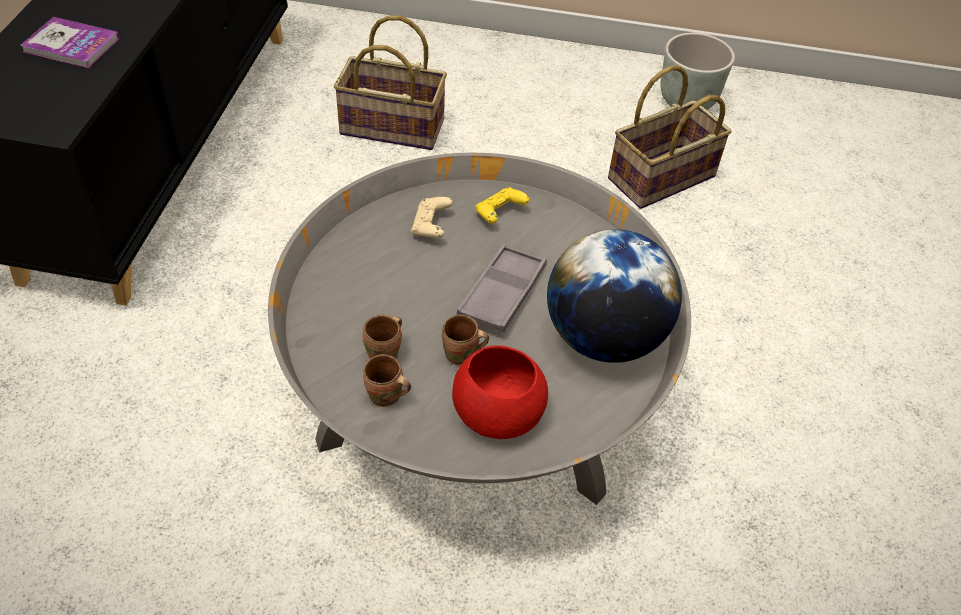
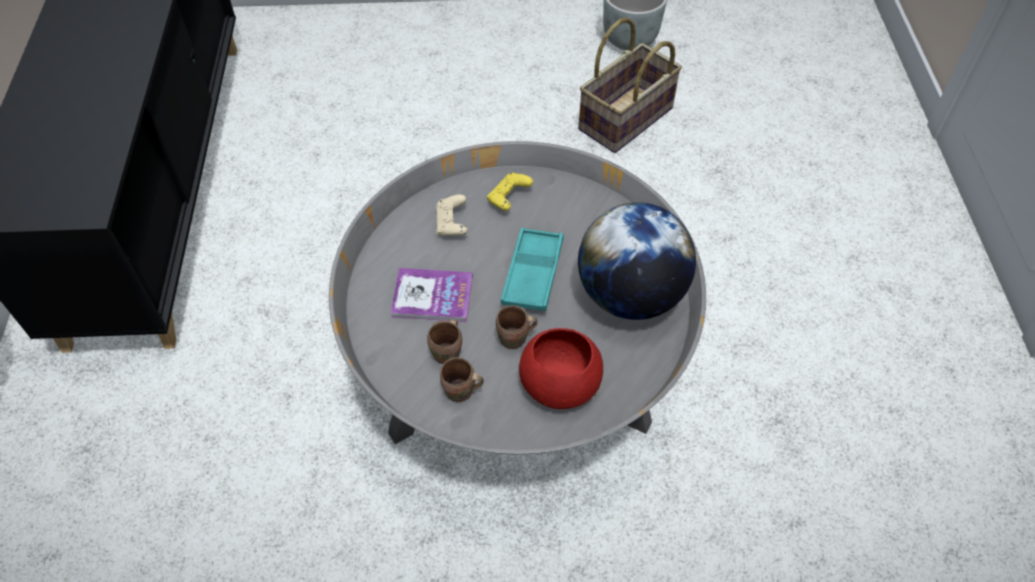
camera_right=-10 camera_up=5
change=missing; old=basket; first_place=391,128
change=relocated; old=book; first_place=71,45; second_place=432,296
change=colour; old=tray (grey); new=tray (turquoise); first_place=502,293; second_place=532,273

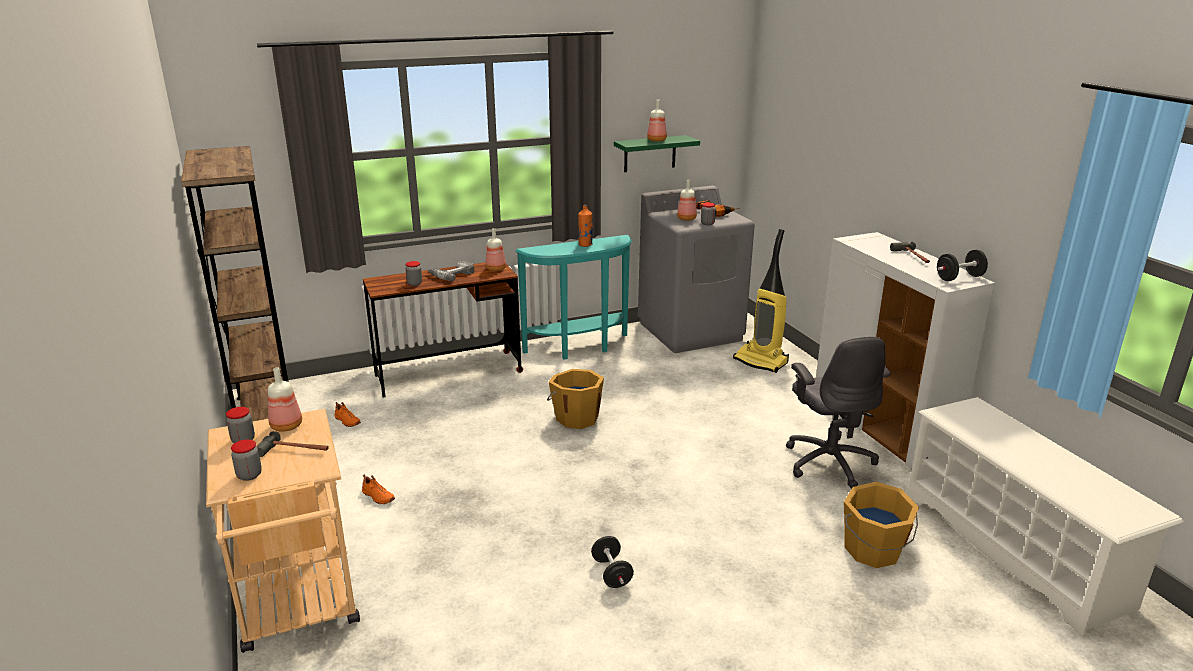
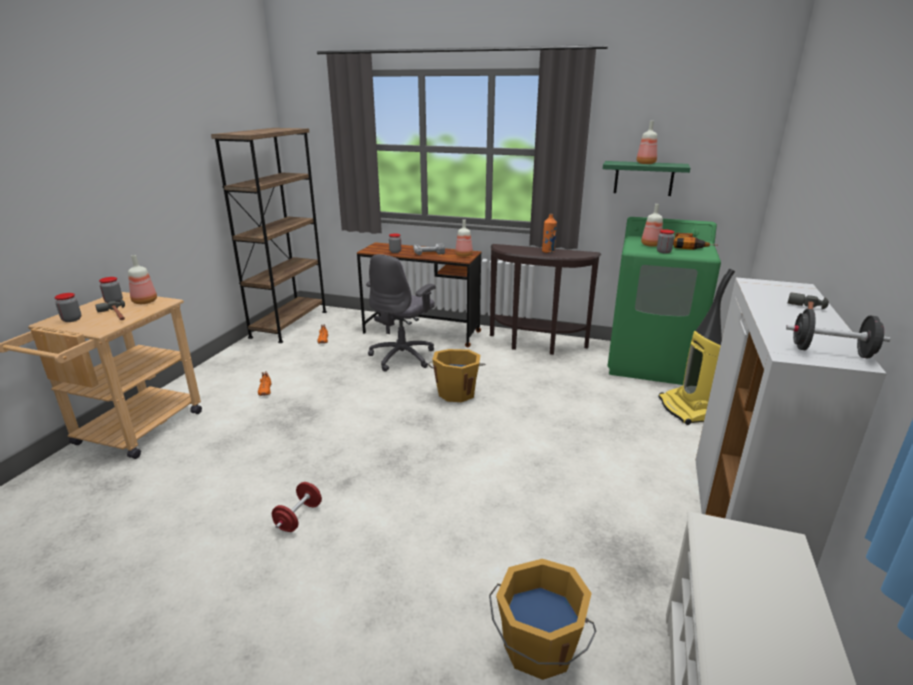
camera_right=40 camera_up=0
change=colour; old=washing machine (grey); new=washing machine (green); first_place=691,331; second_place=651,362
change=colour; old=console table (turquoise); new=console table (brown); first_place=580,348; second_place=536,346
change=relocated; old=office chair (grey); first_place=829,462; second_place=403,357
change=colour; old=dumbbell (black); new=dumbbell (red); first_place=612,573; second_place=298,517

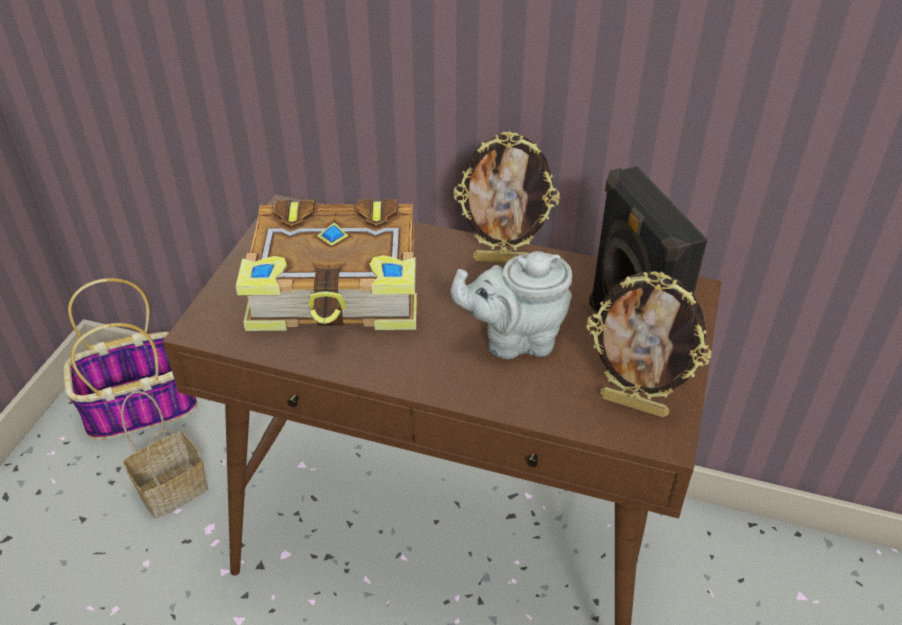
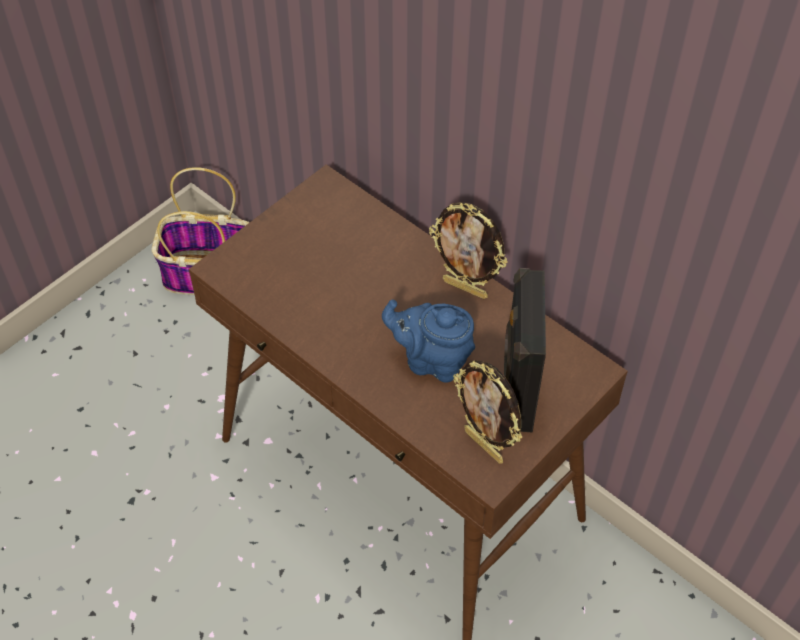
camera_right=25 camera_up=10
change=missing; old=book; first_place=339,289
change=colour; old=teapot (grey); new=teapot (blue); first_place=514,339; second_place=432,360
change=missing; old=basket; first_place=174,487

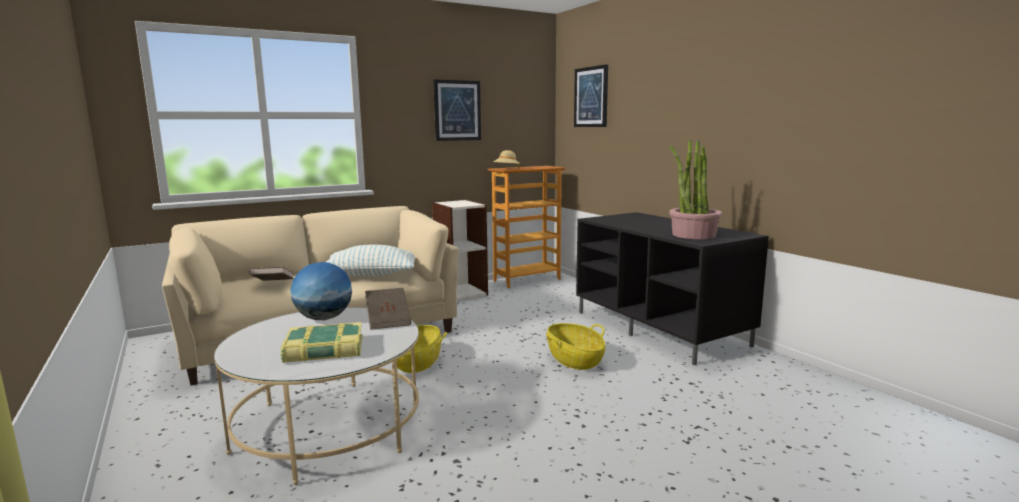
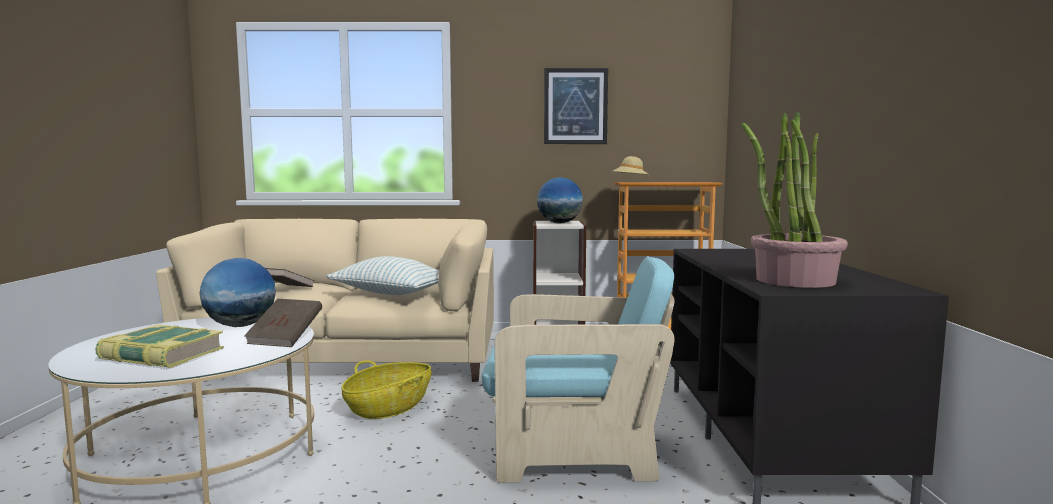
camera_right=30 camera_up=-5
change=missing; old=picture; first_place=591,97
change=exchanged; old=basket; new=armchair (turquoise); first_place=574,360; second_place=574,452
change=appeared; new=globe; second_place=559,223

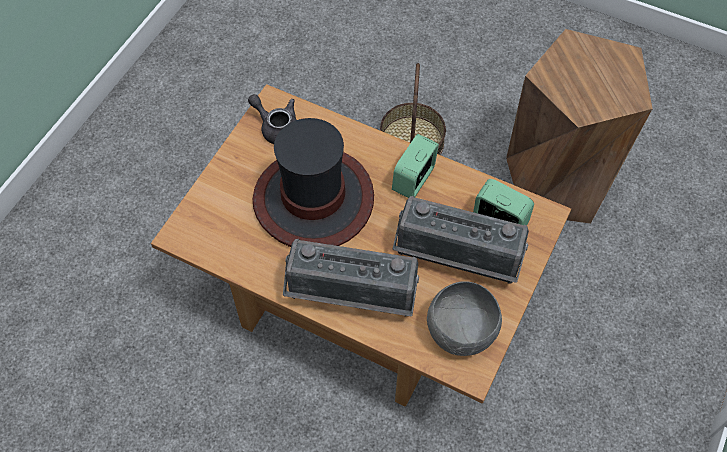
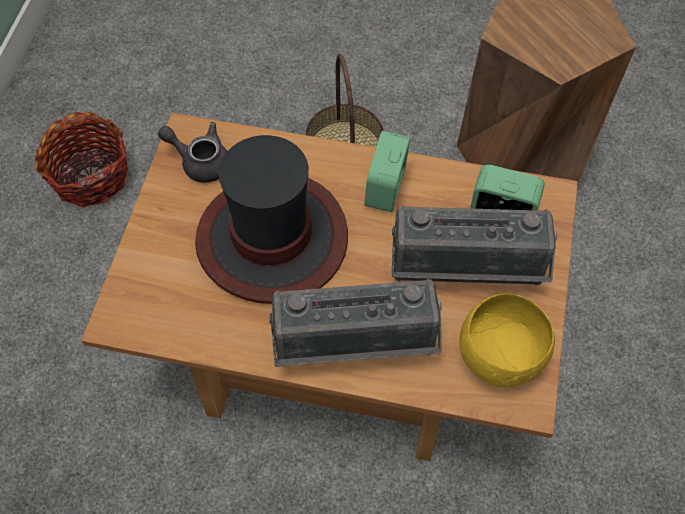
camera_right=-15 camera_up=0
change=colour; old=bowl (grey); new=bowl (yellow); first_place=462,333; second_place=502,358
change=appeared; new=basket; second_place=91,177

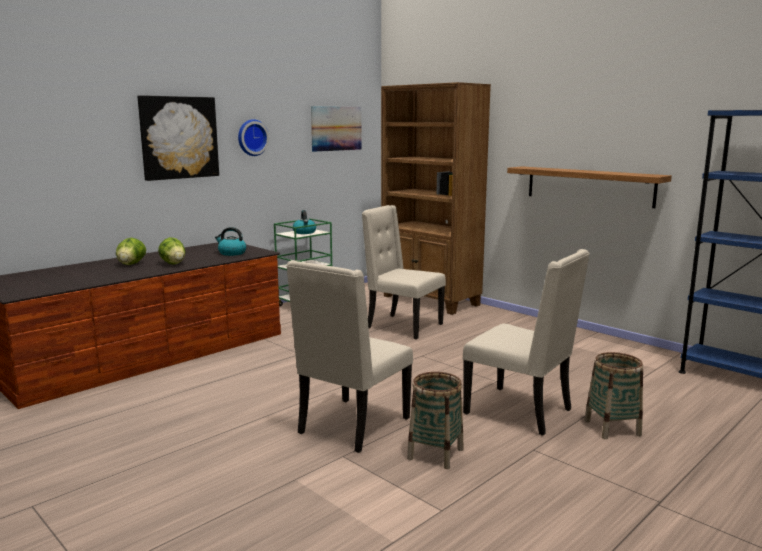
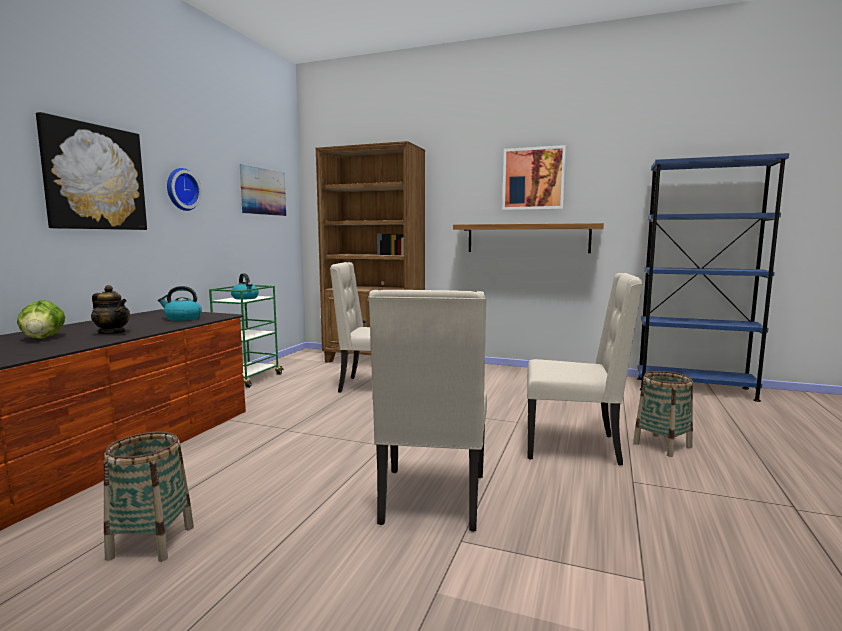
camera_right=-25 camera_up=-5
change=exchanged; old=lettuce; new=teapot; first_place=173,264; second_place=112,333
change=relocated; old=basket; first_place=435,454; second_place=151,542
change=appeared; new=picture; second_place=533,178

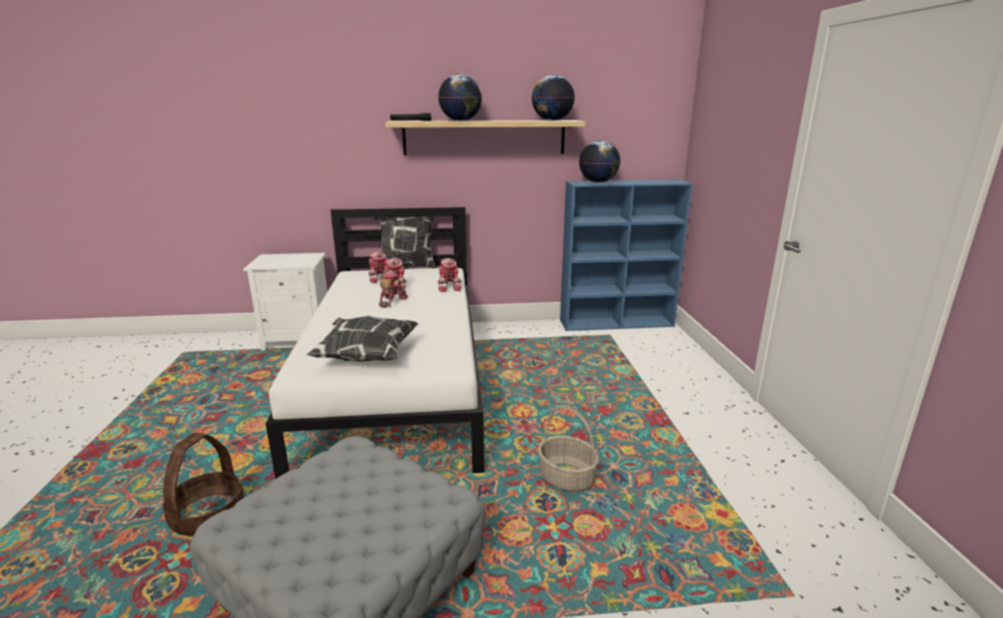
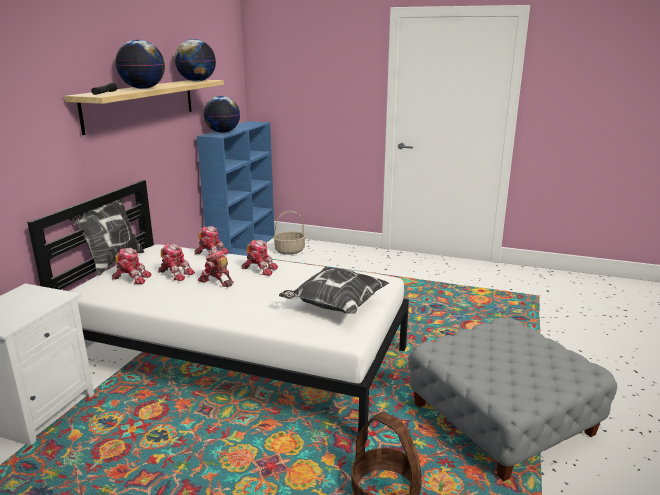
camera_right=-65 camera_up=0
change=relocated; old=basket; first_place=567,478; second_place=290,250
change=appeared; new=toy robot; second_place=259,269

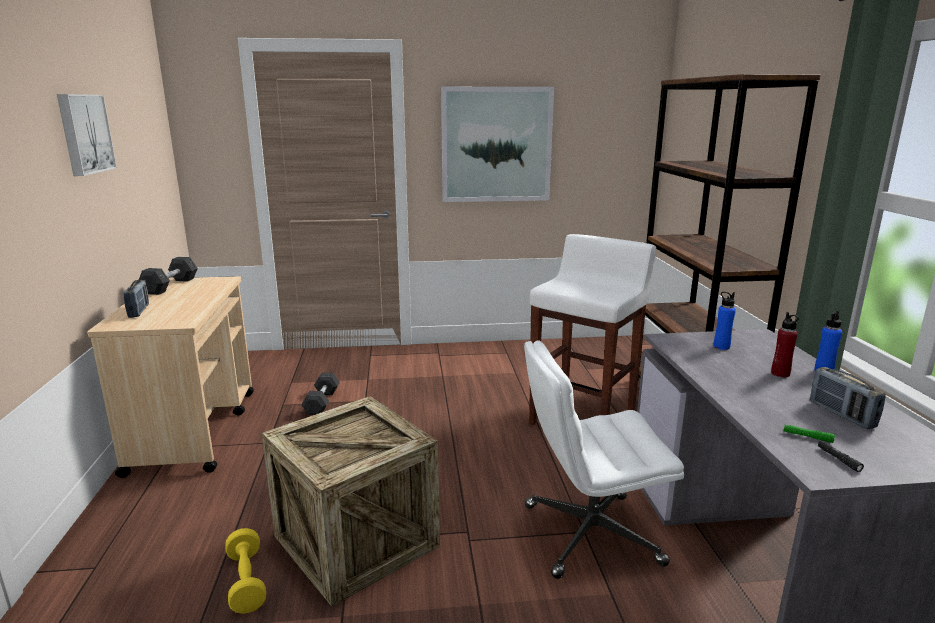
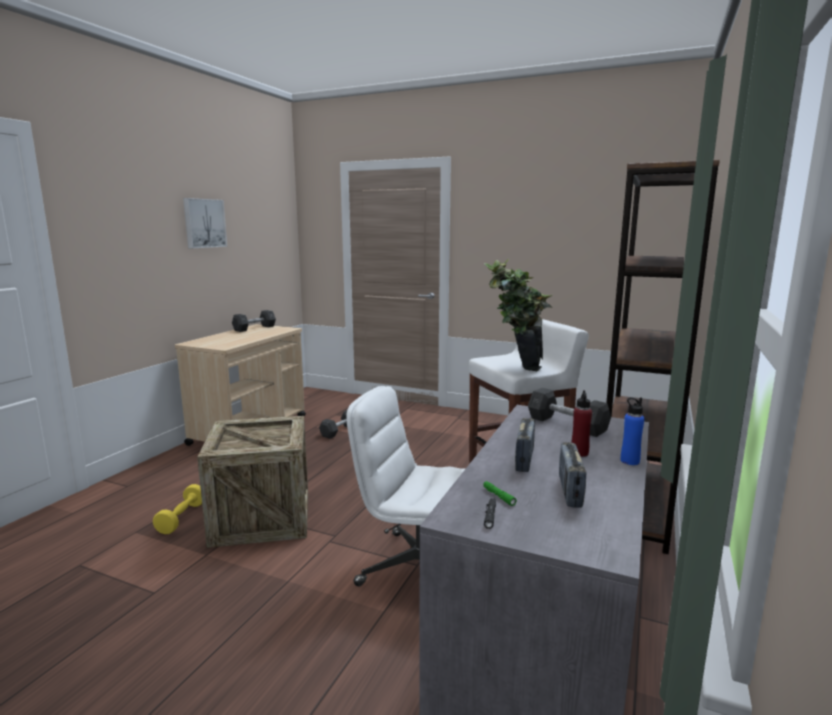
camera_right=30 camera_up=-5
change=missing; old=picture; first_place=496,145
change=relocated; old=radio; first_place=139,311; second_place=524,460
change=exchanged; old=bottle (blue); new=dumbbell (grey); first_place=721,346; second_place=567,425
change=appeared; new=potted plant; second_place=514,367

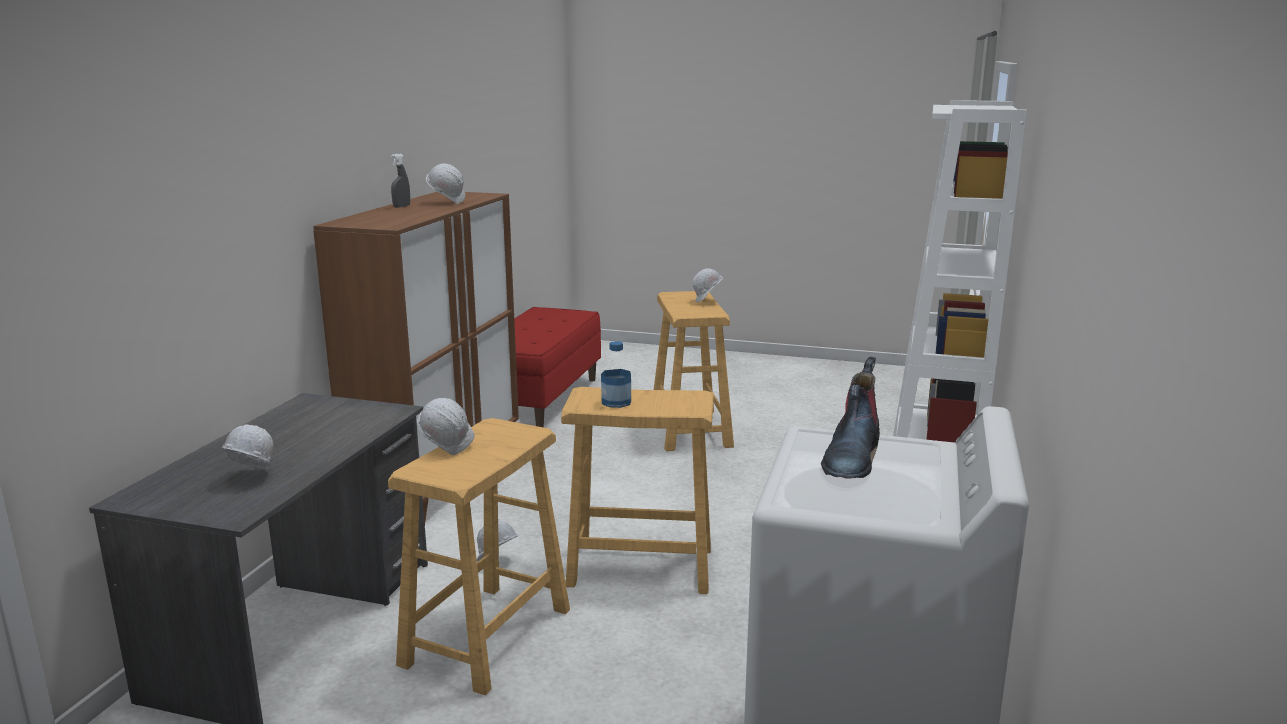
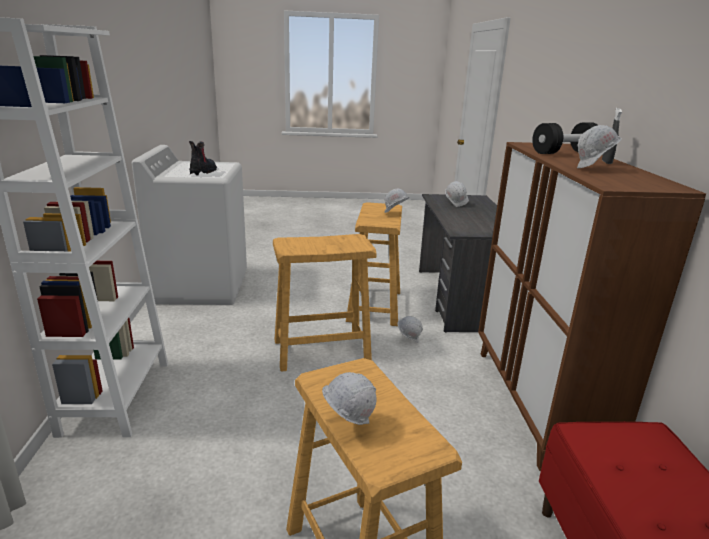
camera_right=160 camera_up=5
change=missing; old=bottle; first_place=616,402
change=appeared; new=dumbbell (black); second_place=564,153

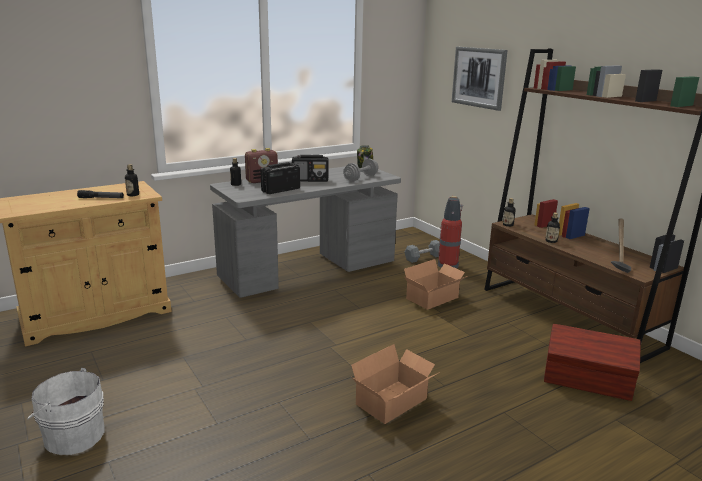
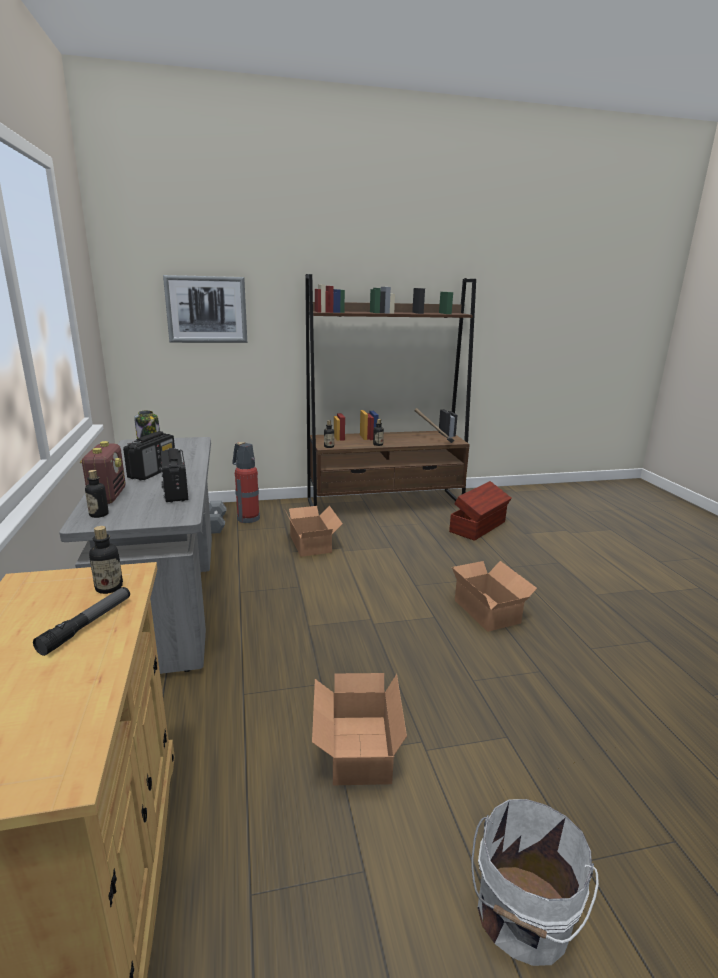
camera_right=-70 camera_up=0
change=missing; old=dumbbell (grey); first_place=360,178
change=appeared; new=cardboard box; second_place=356,751

